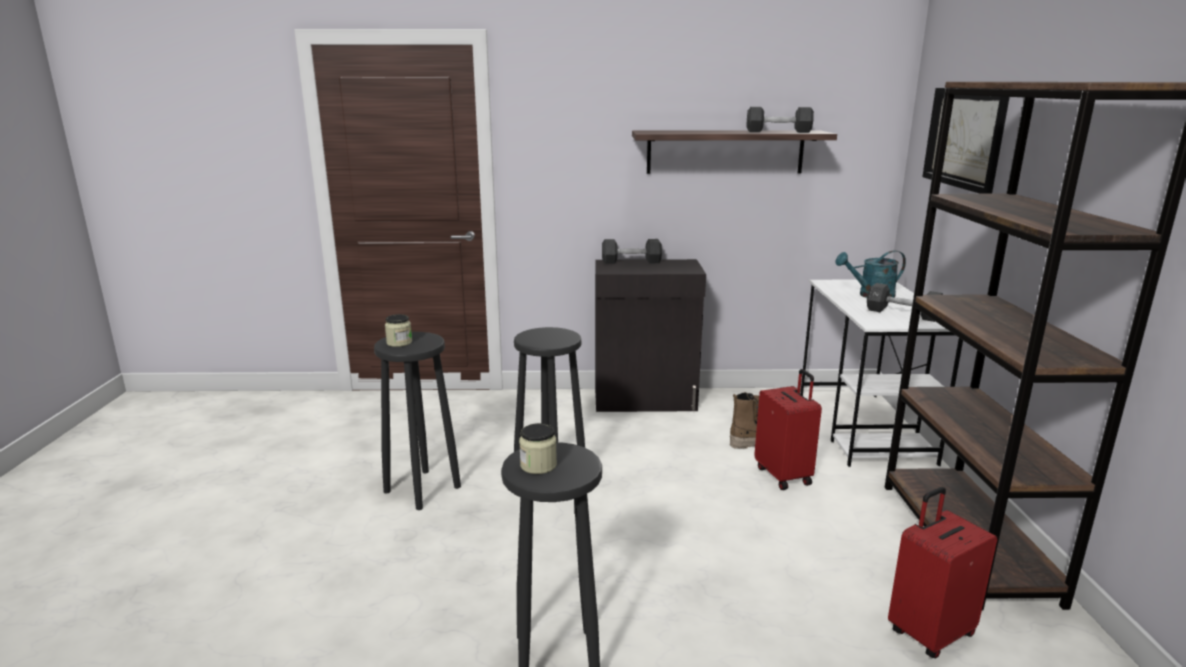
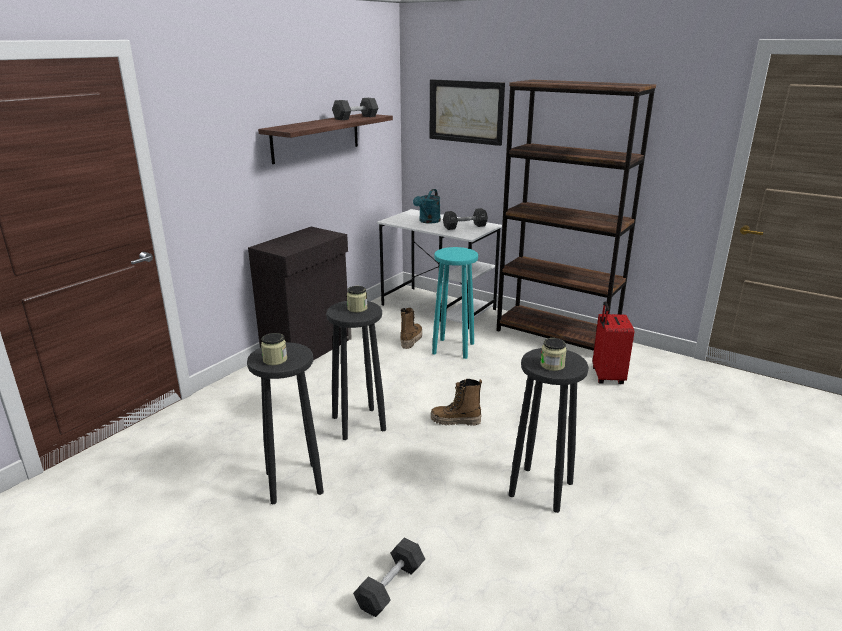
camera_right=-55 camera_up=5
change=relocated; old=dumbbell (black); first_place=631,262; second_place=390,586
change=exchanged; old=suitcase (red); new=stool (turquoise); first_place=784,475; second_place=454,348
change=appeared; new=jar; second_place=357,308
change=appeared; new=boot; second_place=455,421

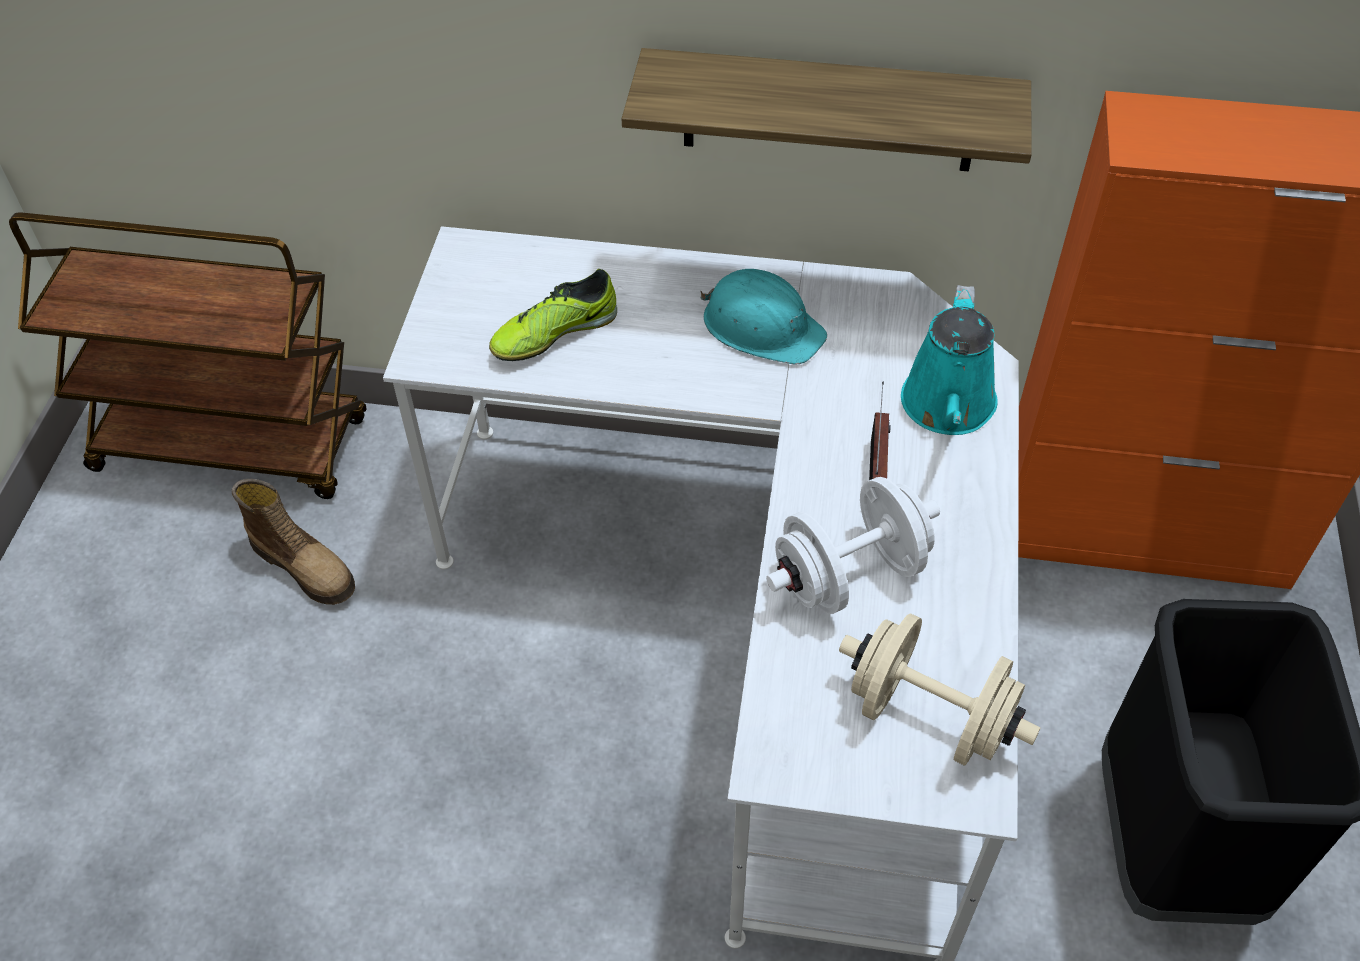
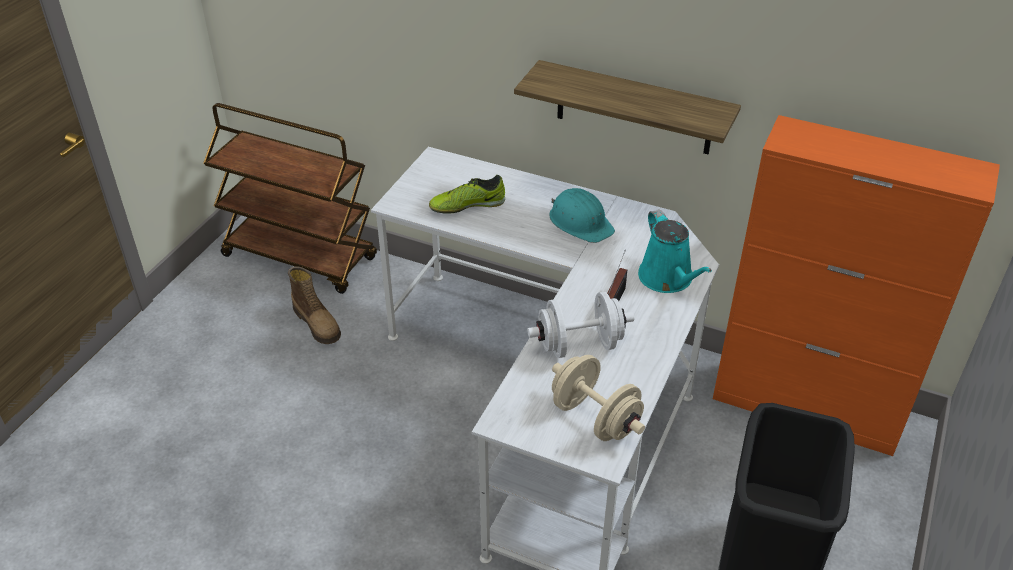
camera_right=15 camera_up=-10
change=spun; old=watering can (turquoise); first_place=948,408; second_place=668,279; degrees=-45

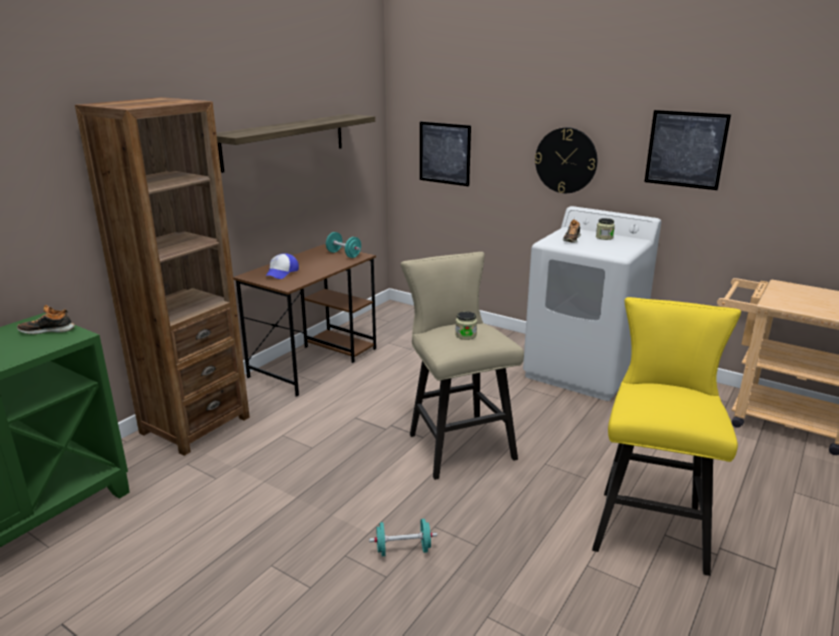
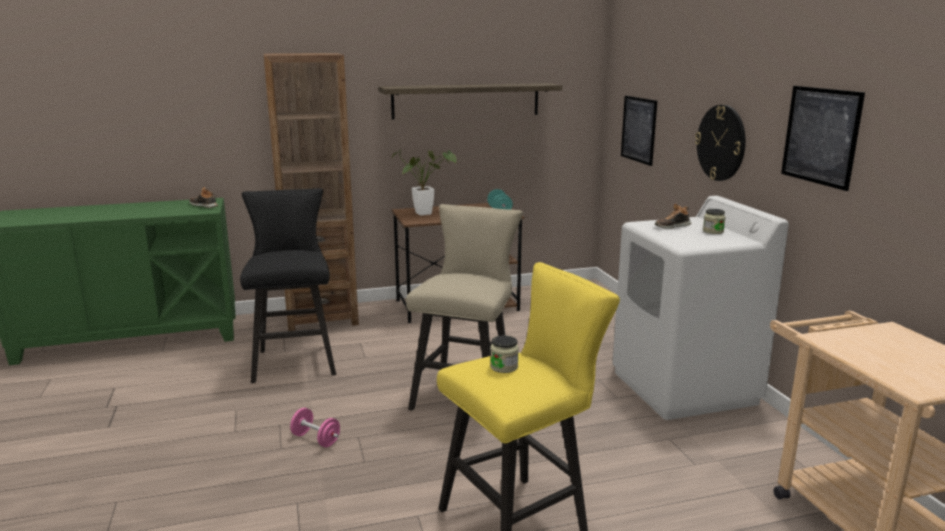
camera_right=40 camera_up=-5
change=exchanged; old=cap; new=potted plant; first_place=281,273; second_place=427,213
change=relocated; old=jar; first_place=465,335; second_place=504,367
change=colour; old=dumbbell (turquoise); new=dumbbell (pink); first_place=403,549; second_place=316,439
change=appeared; new=stool (black); second_place=295,360

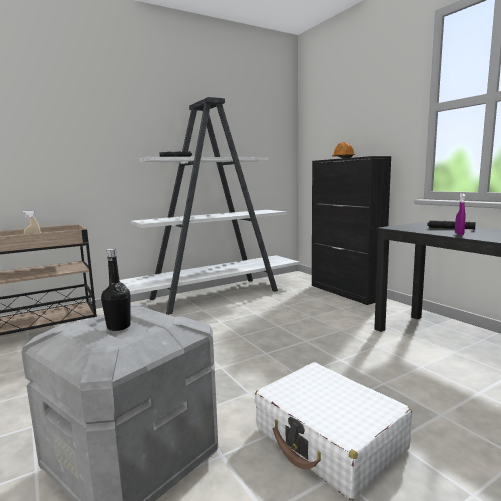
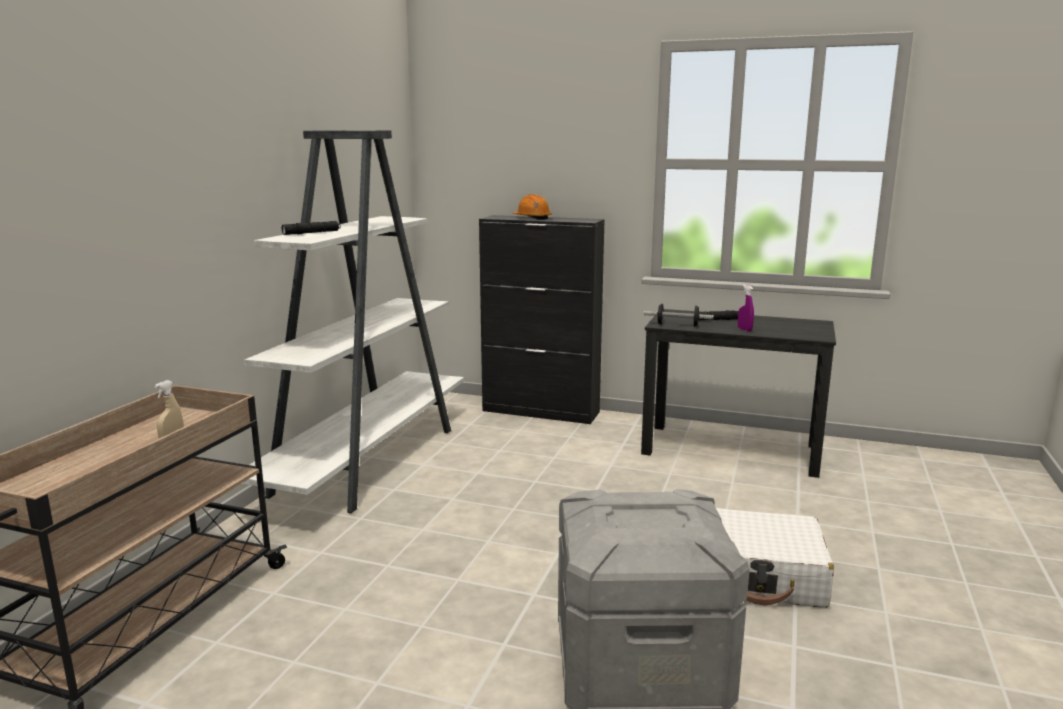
camera_right=-40 camera_up=5
change=missing; old=bottle (black); first_place=118,327
change=appeared; new=dumbbell; second_place=677,325

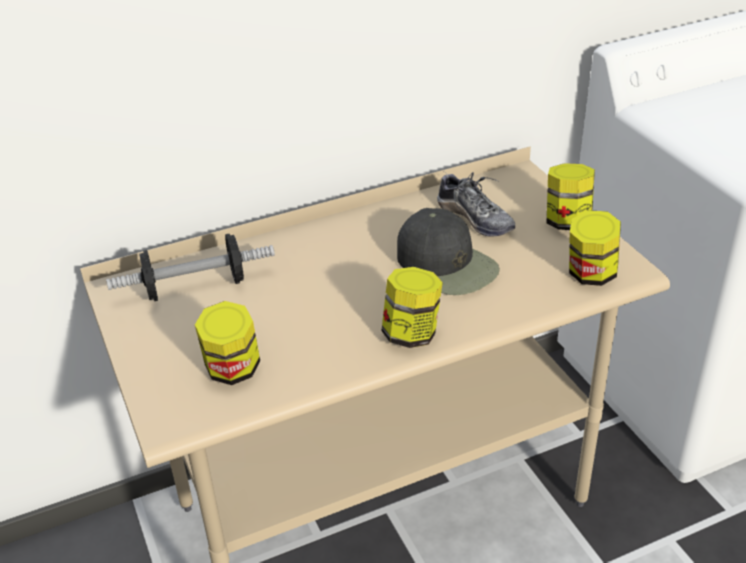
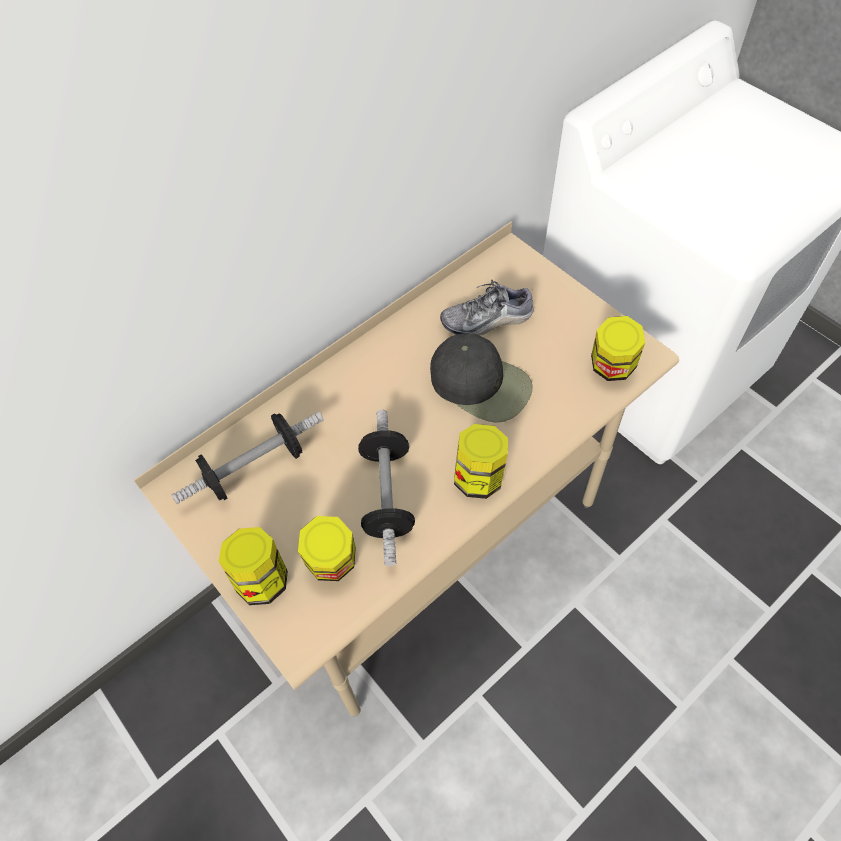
camera_right=-15 camera_up=20
change=relocated; old=jar; first_place=567,222; second_place=262,579
change=spun; old=shoe; first_place=475,218; second_place=487,320; degrees=135
change=appeared; new=dumbbell; second_place=387,495

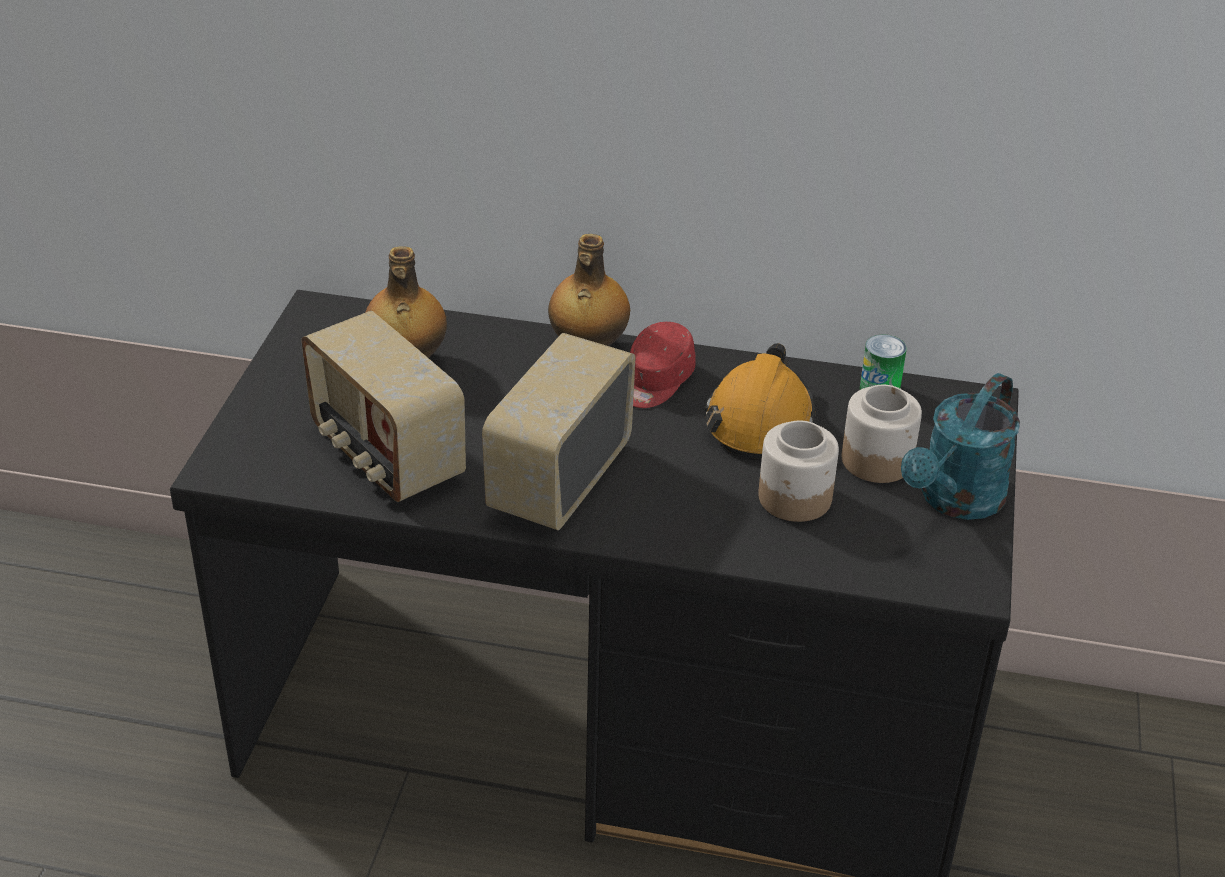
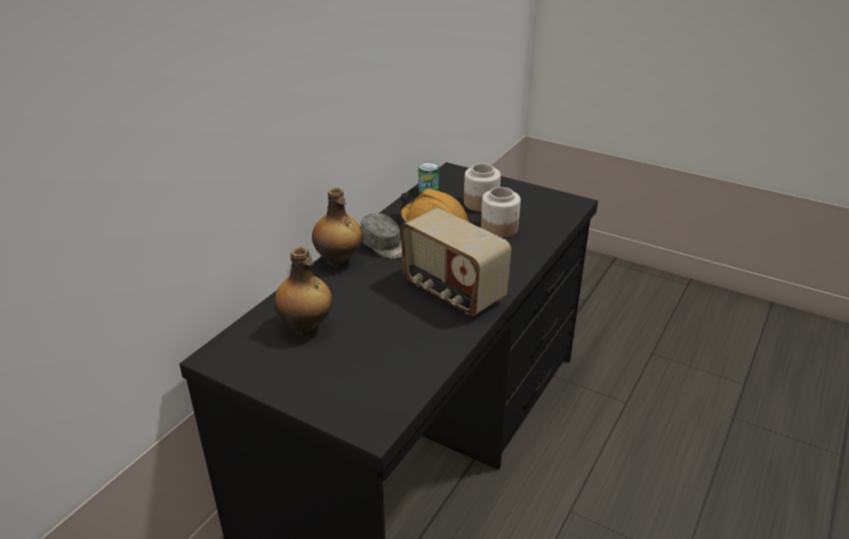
camera_right=-70 camera_up=-5
change=missing; old=radio; first_place=385,455
change=colour; old=cap (red); new=cap (grey); first_place=656,381; second_place=383,246
change=missing; old=watering can (turquoise); first_place=955,501

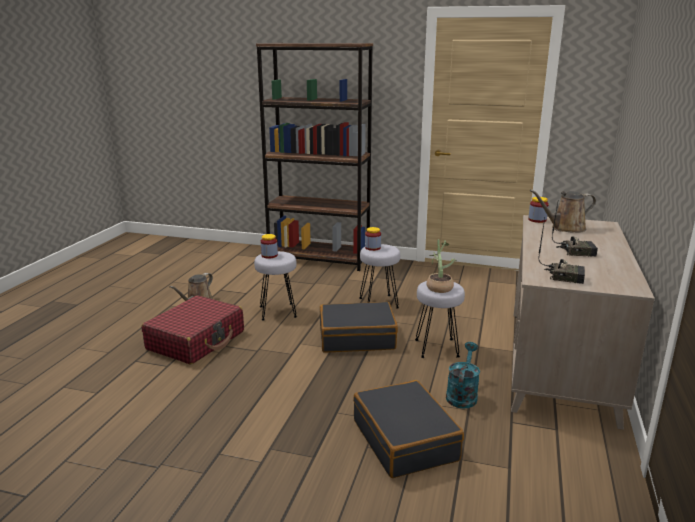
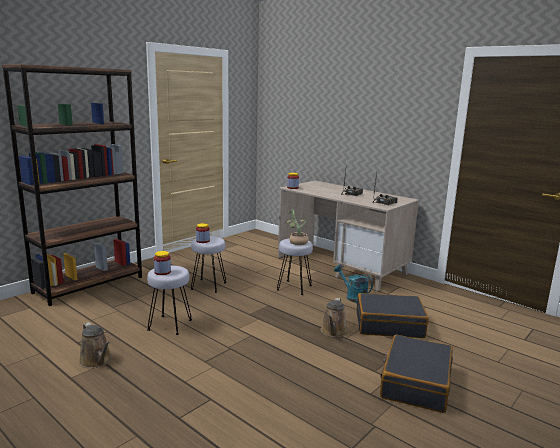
camera_right=-65 camera_up=-5
change=relocated; old=watering can (brown); first_place=565,228; second_place=333,332
change=missing; old=suitcase (red); first_place=196,340
change=relocated; old=suitcase (black); first_place=357,337; second_place=415,383

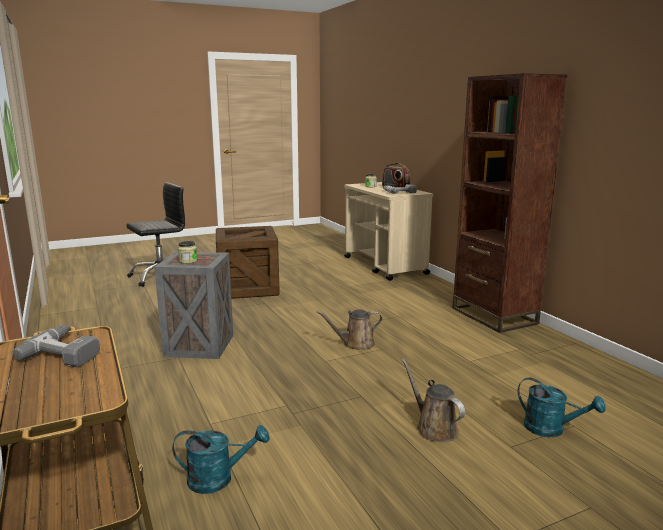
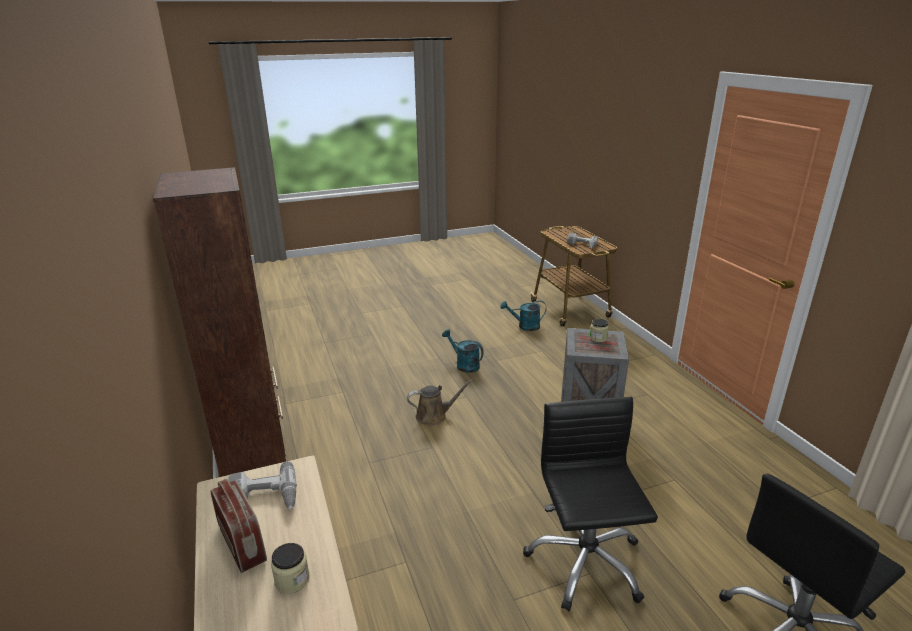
camera_right=-175 camera_up=10
change=exchanged; old=crate; new=office chair (black); first_place=248,288; second_place=585,562
change=missing; old=watering can (brown); first_place=434,428
change=relocated; old=watering can (turquoise); first_place=551,429; second_place=464,364

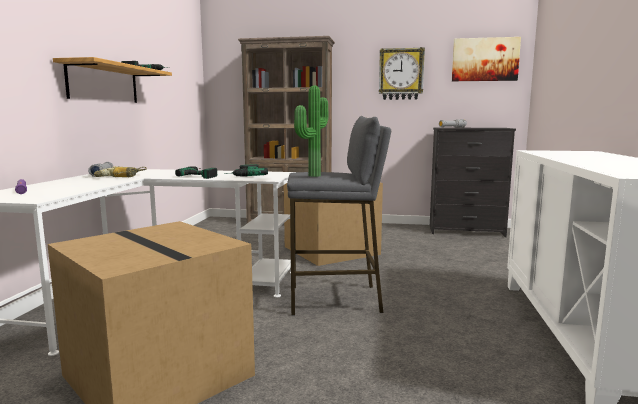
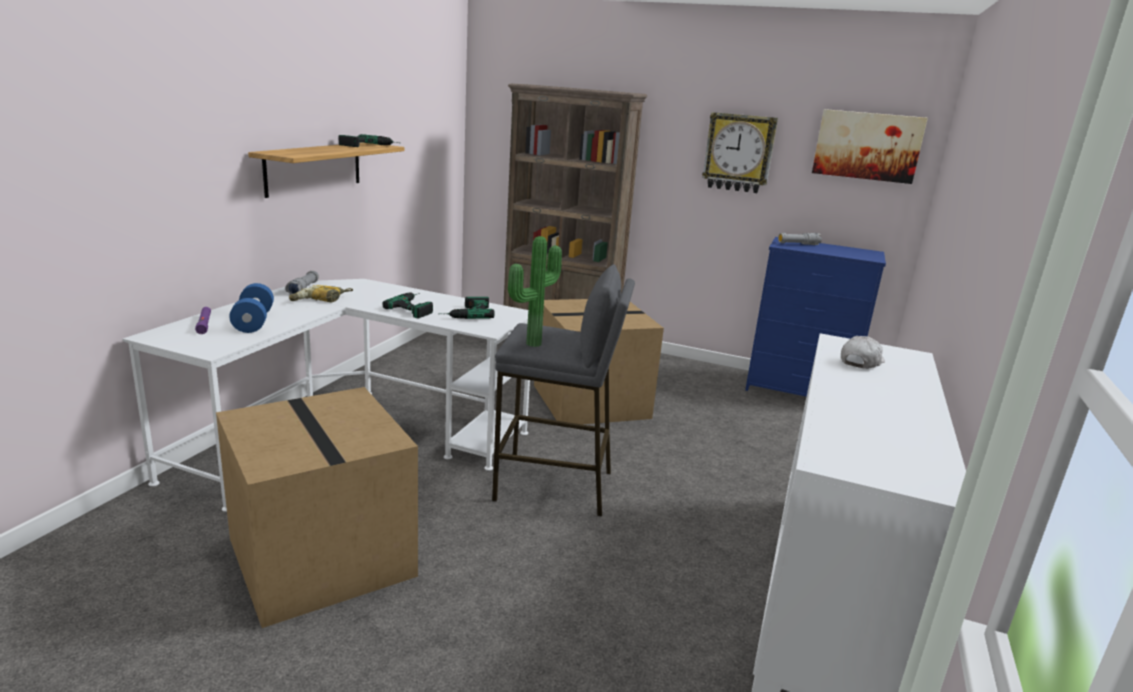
camera_right=10 camera_up=10
change=colour; old=dresser (black); new=dresser (blue); first_place=466,231; second_place=799,392
change=appeared; new=dumbbell (blue); second_place=253,322
change=appeared; new=cap (white); second_place=861,362

